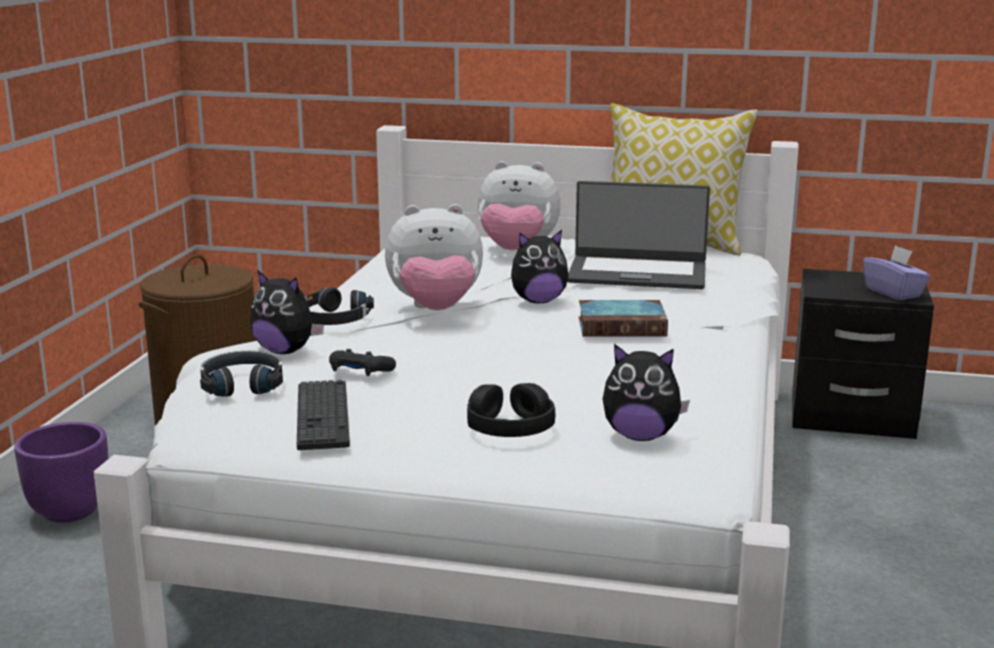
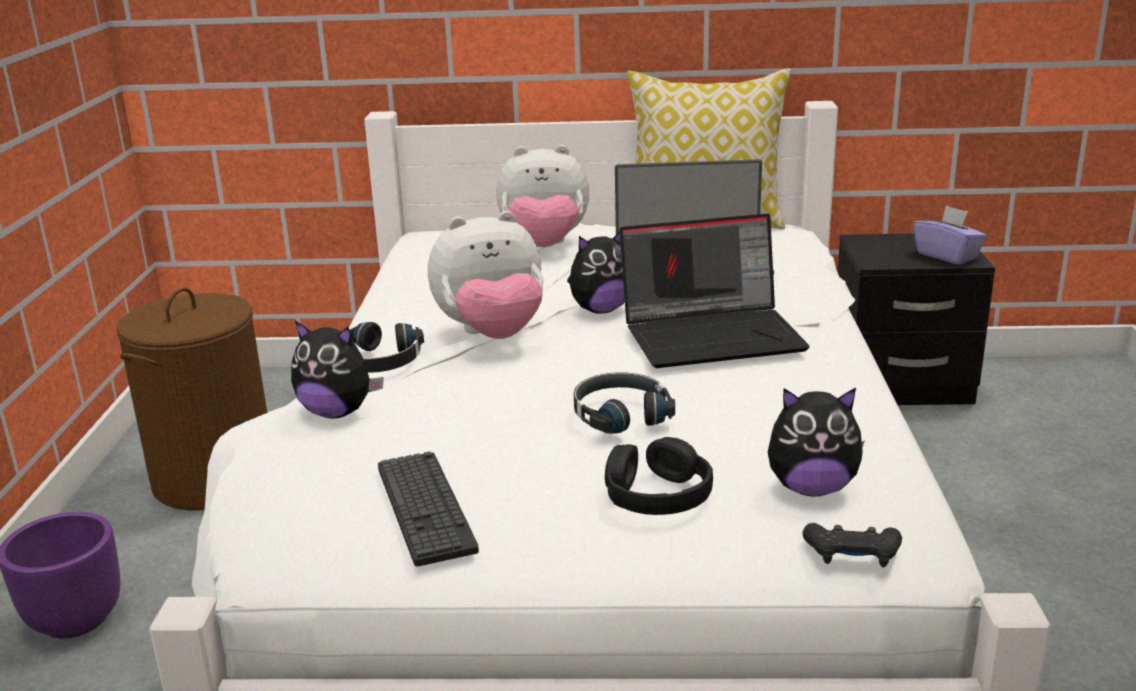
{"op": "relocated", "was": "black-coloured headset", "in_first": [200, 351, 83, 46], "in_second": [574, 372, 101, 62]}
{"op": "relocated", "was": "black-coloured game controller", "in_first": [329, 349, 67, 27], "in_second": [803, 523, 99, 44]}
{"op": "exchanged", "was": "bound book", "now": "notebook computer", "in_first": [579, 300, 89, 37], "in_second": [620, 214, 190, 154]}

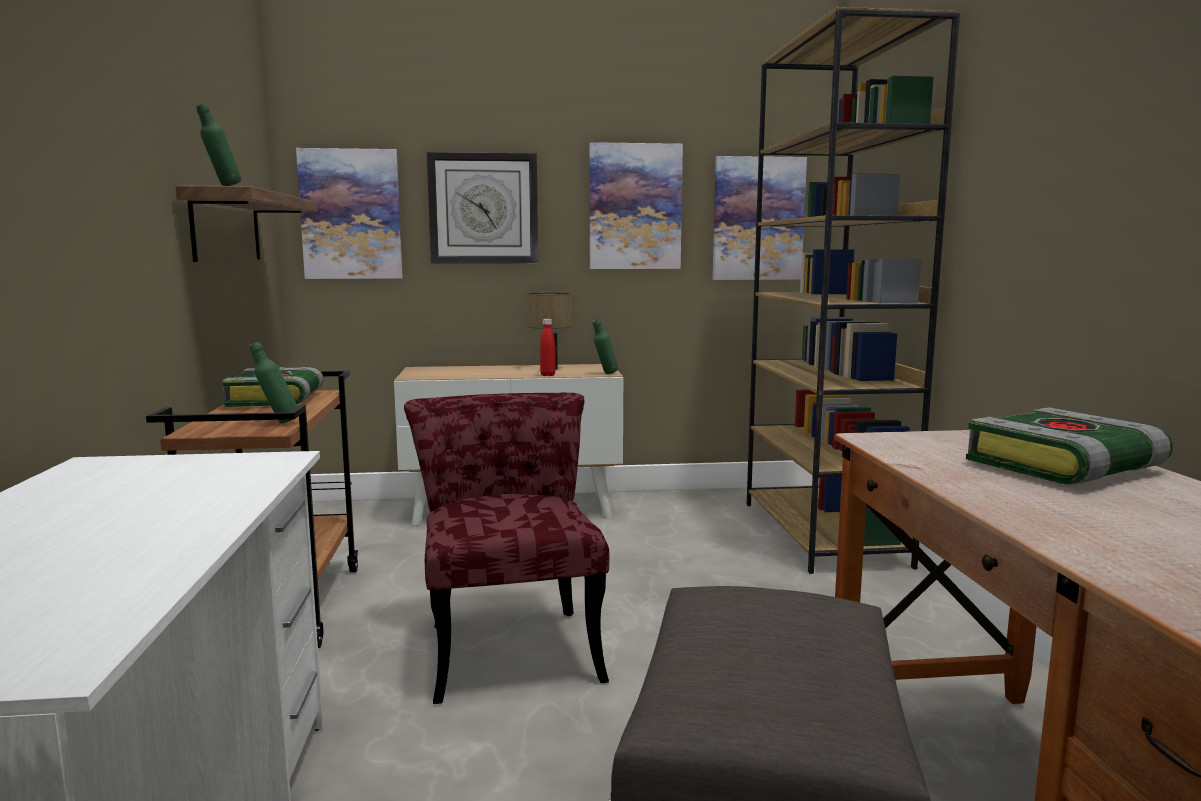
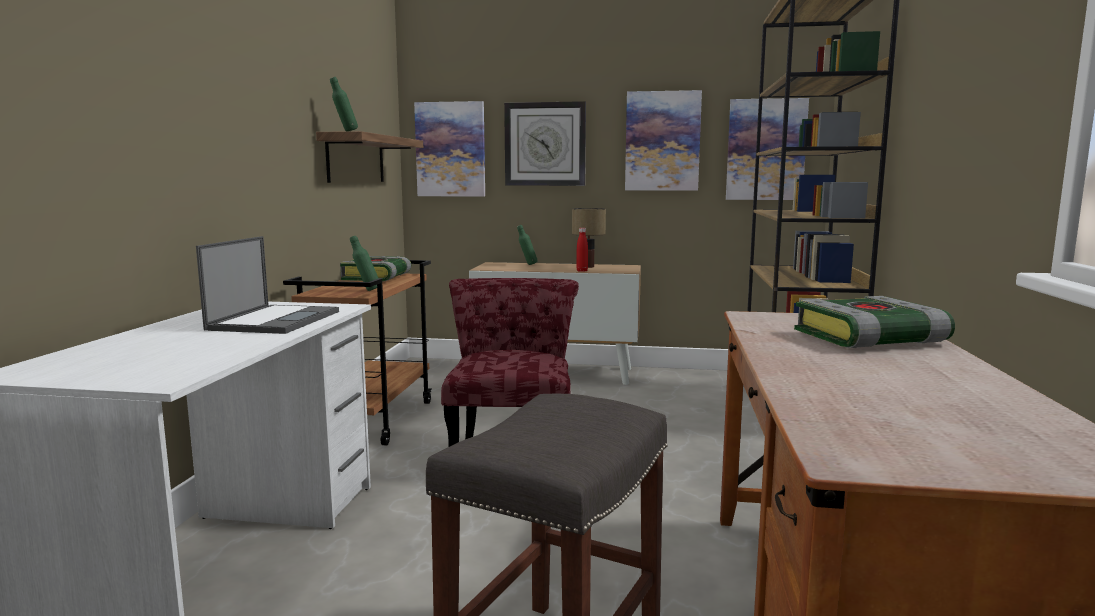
{"op": "appeared", "now": "notebook computer", "in_second": [196, 236, 143, 98]}
{"op": "relocated", "was": "green-coloured beverage bottle", "in_first": [593, 319, 25, 55], "in_second": [517, 225, 20, 40]}

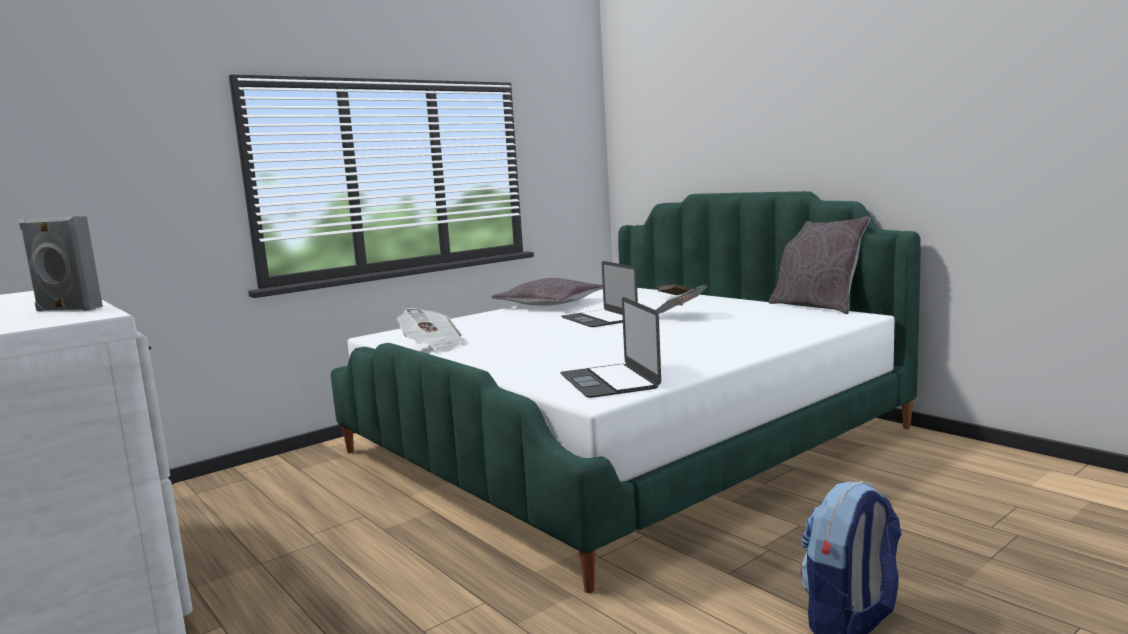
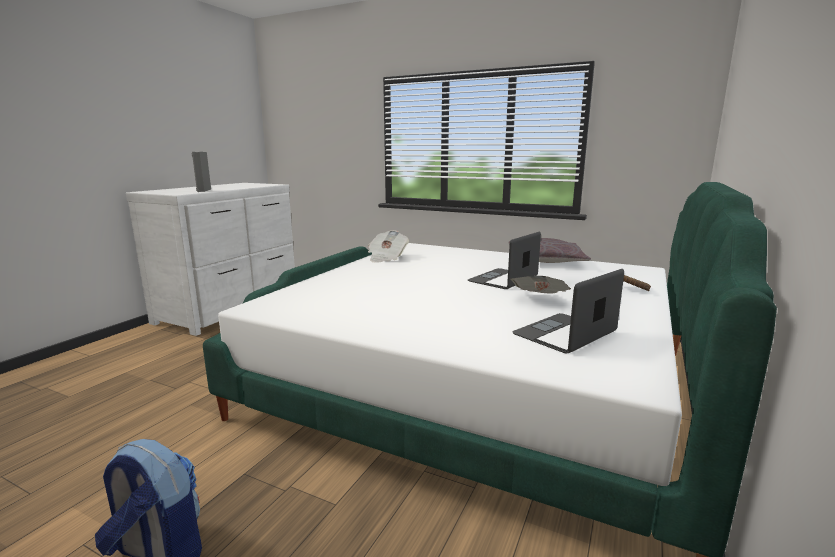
{"op": "missing", "was": "grey throw pillow", "in_first": [769, 216, 102, 98]}
{"op": "relocated", "was": "notebook computer", "in_first": [560, 297, 101, 101], "in_second": [512, 269, 112, 85]}

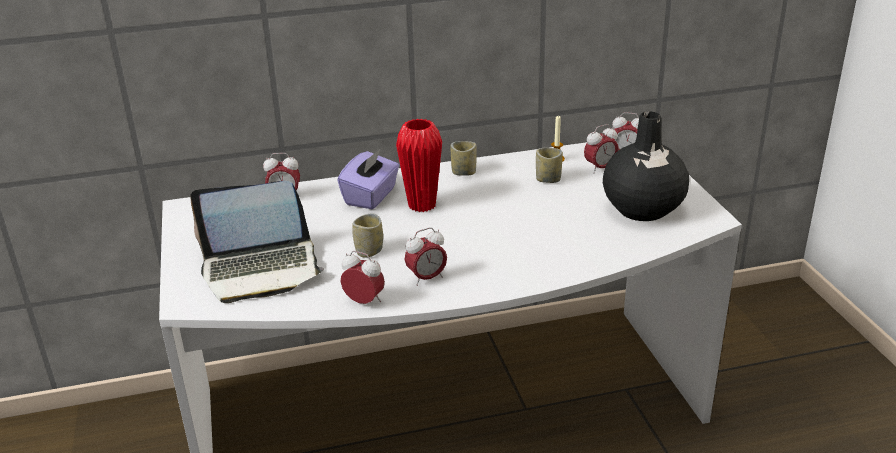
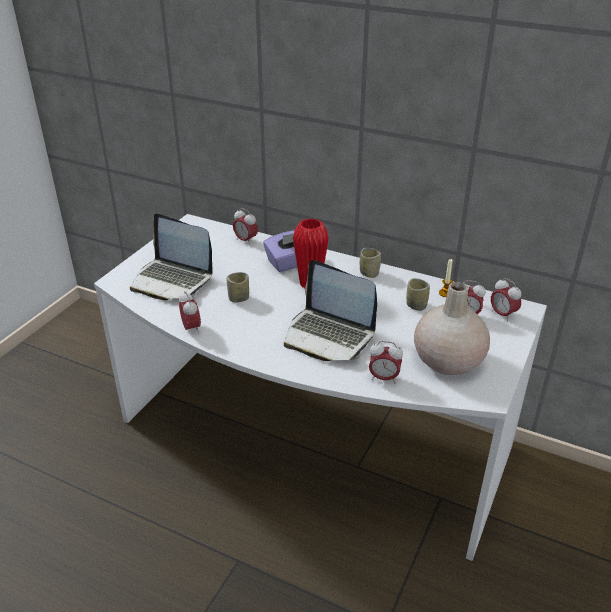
{"op": "appeared", "now": "notebook computer", "in_second": [284, 260, 93, 101]}
{"op": "relocated", "was": "bedside clock", "in_first": [405, 227, 42, 59], "in_second": [369, 341, 34, 42]}
{"op": "colour", "was": "black-coloured vase", "now": "beige-coloured vase", "in_first": [603, 111, 86, 110], "in_second": [414, 282, 76, 93]}

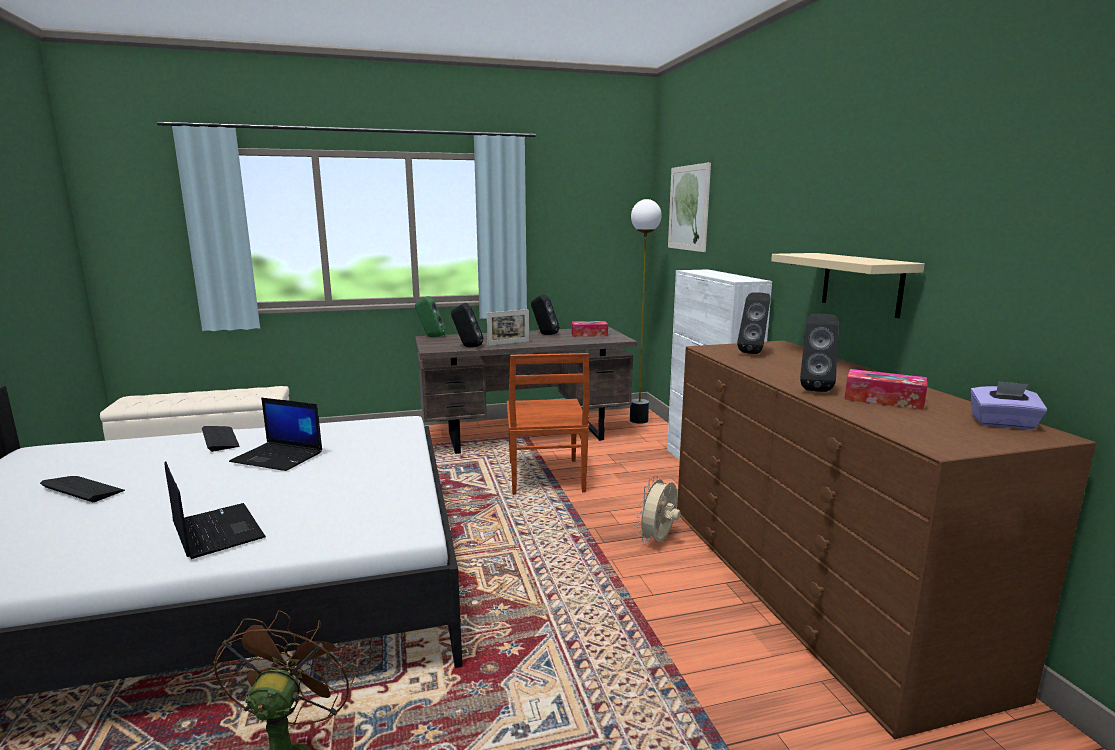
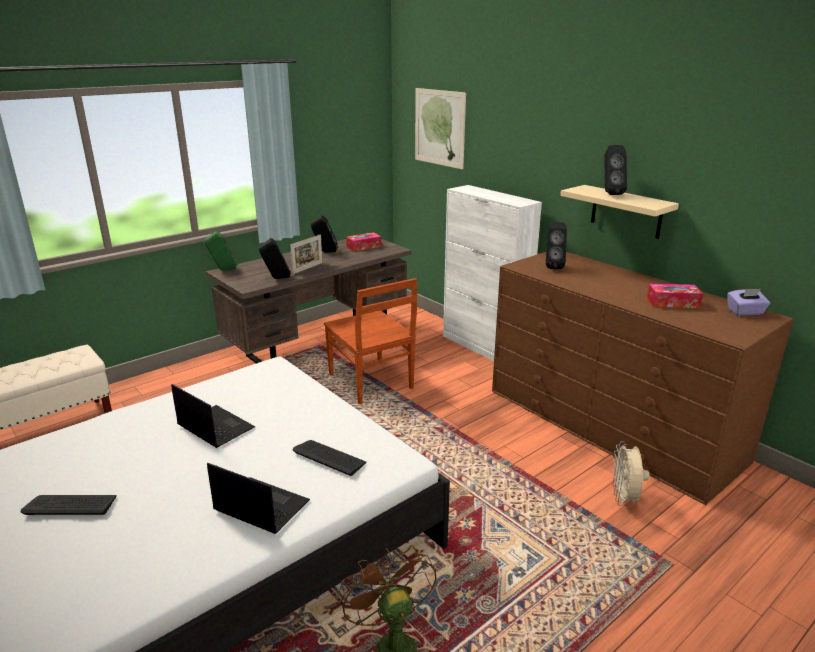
{"op": "missing", "was": "floor lamp", "in_first": [630, 199, 32, 225]}
{"op": "relocated", "was": "computer keyboard", "in_first": [202, 426, 38, 26], "in_second": [292, 440, 75, 36]}
{"op": "relocated", "was": "beige-coloured cooling fan", "in_first": [636, 475, 45, 68], "in_second": [612, 441, 37, 65]}
{"op": "relocated", "was": "black-coloured loudspeaker", "in_first": [800, 314, 39, 78], "in_second": [604, 145, 23, 50]}
{"op": "spun", "was": "notebook computer", "in_first": [229, 398, 93, 73], "in_second": [171, 384, 84, 64], "clockwise": -135}

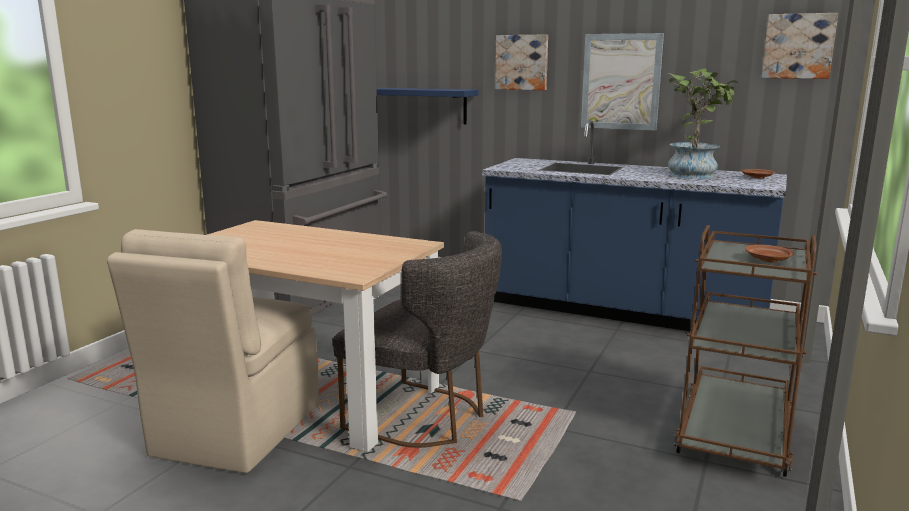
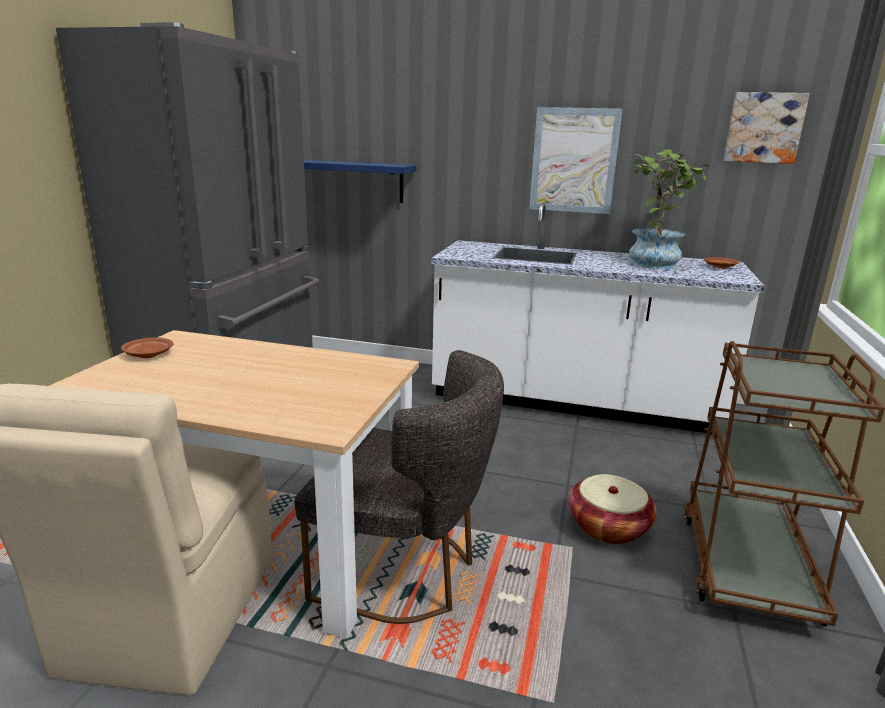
{"op": "missing", "was": "wall art", "in_first": [495, 34, 53, 56]}
{"op": "appeared", "now": "storage basket", "in_second": [568, 474, 89, 70]}
{"op": "relocated", "was": "brown-coloured plate", "in_first": [745, 245, 49, 18], "in_second": [121, 337, 53, 21]}
{"op": "colour", "was": "blue-coloured kitchen counter", "now": "white-coloured kitchen counter", "in_first": [482, 120, 305, 211], "in_second": [431, 202, 333, 232]}

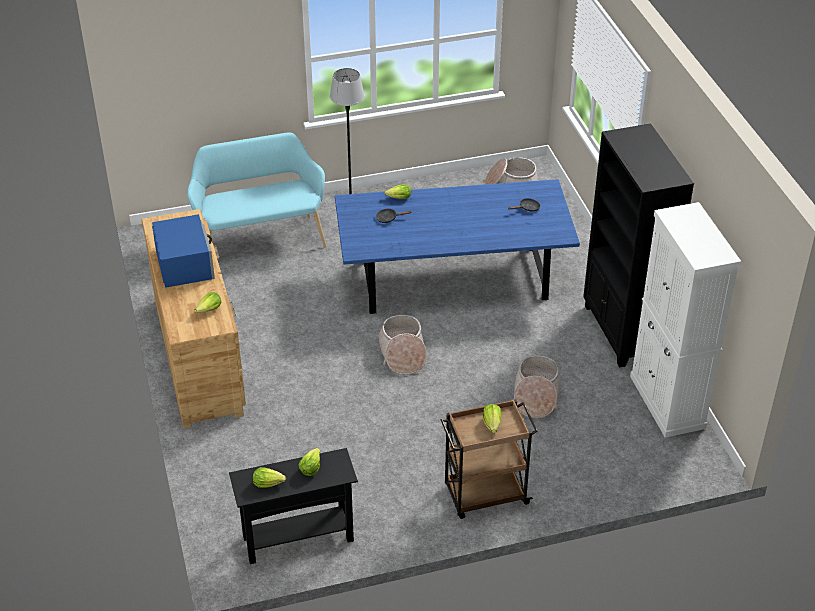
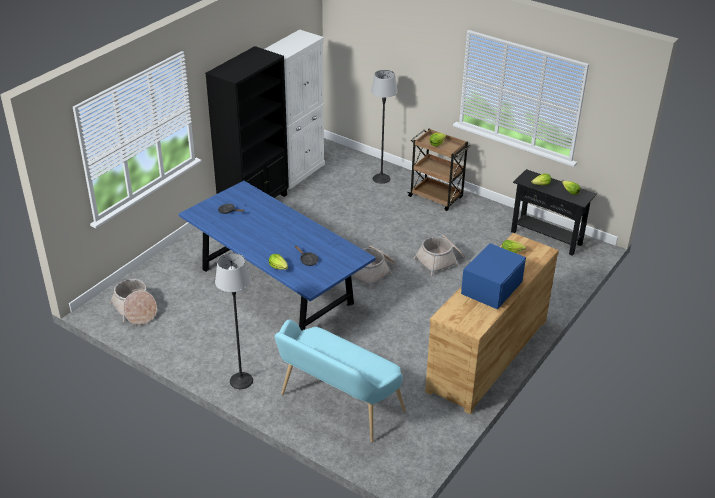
{"op": "appeared", "now": "floor lamp", "in_second": [371, 70, 27, 114]}
{"op": "relocated", "was": "storage basket", "in_first": [514, 355, 47, 63], "in_second": [414, 235, 51, 41]}

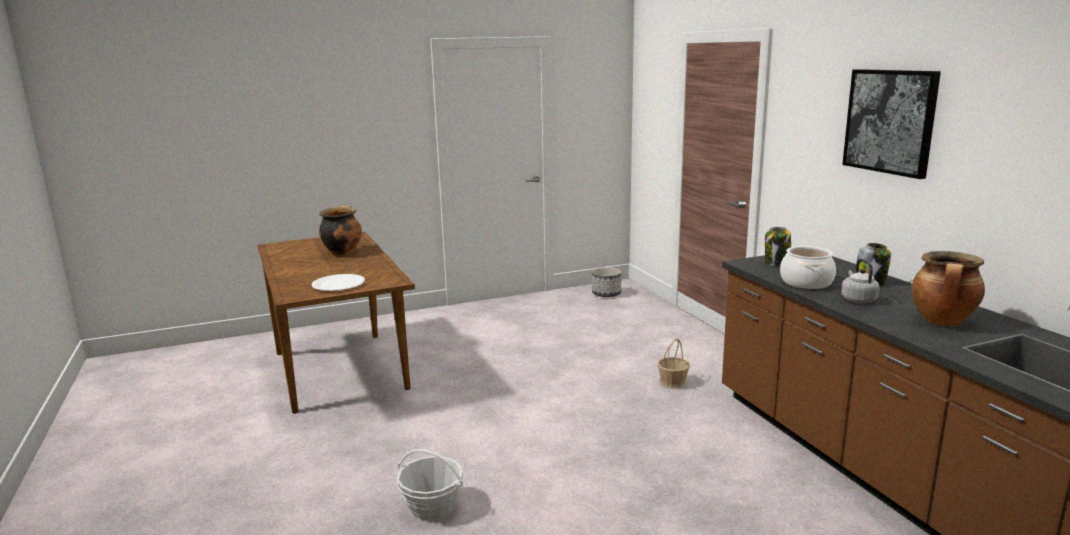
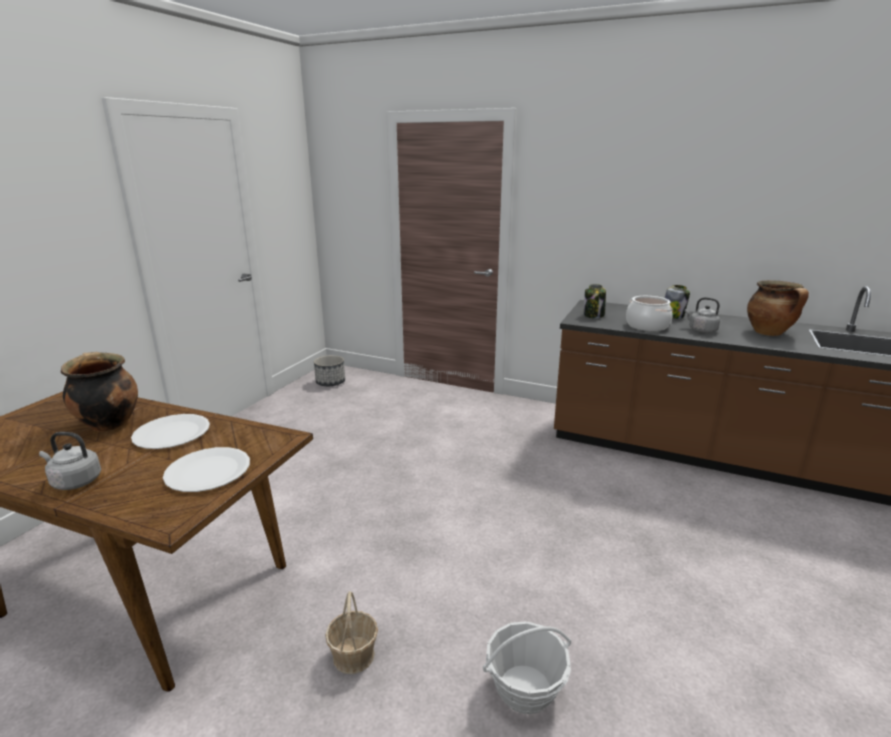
{"op": "missing", "was": "wall art", "in_first": [842, 69, 99, 110]}
{"op": "appeared", "now": "grey water kettle", "in_second": [39, 432, 62, 58]}
{"op": "appeared", "now": "white-coloured plate", "in_second": [131, 414, 79, 35]}
{"op": "relocated", "was": "storage basket", "in_first": [657, 338, 33, 51], "in_second": [325, 591, 53, 83]}

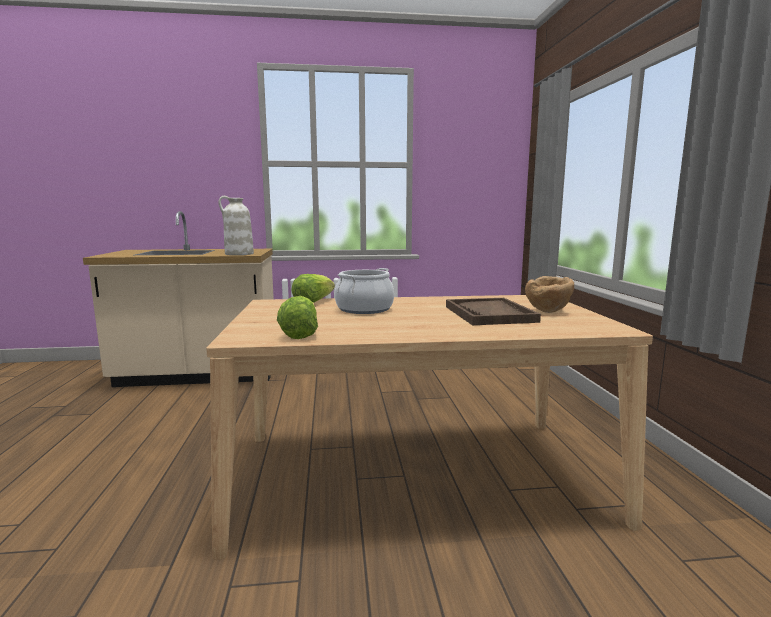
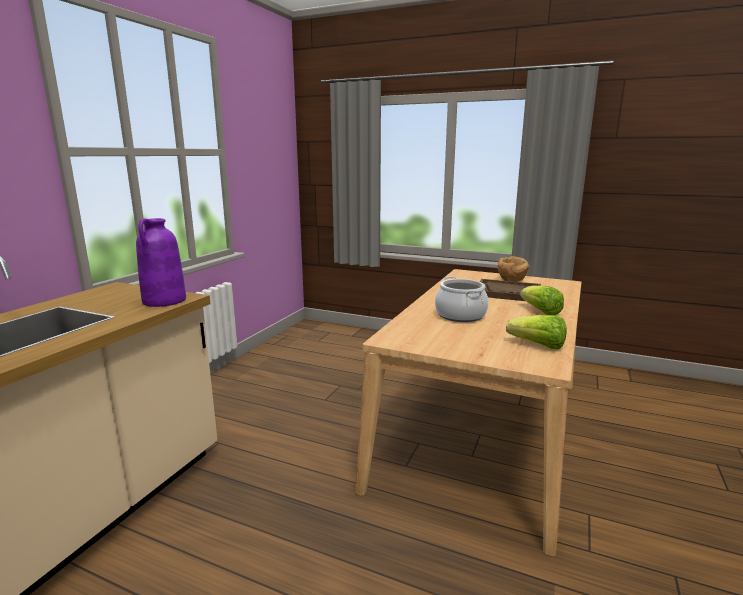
{"op": "relocated", "was": "head of lettuce", "in_first": [291, 274, 44, 29], "in_second": [520, 285, 44, 30]}
{"op": "colour", "was": "white-coloured vase", "now": "purple vase", "in_first": [218, 196, 36, 59], "in_second": [136, 218, 50, 89]}

